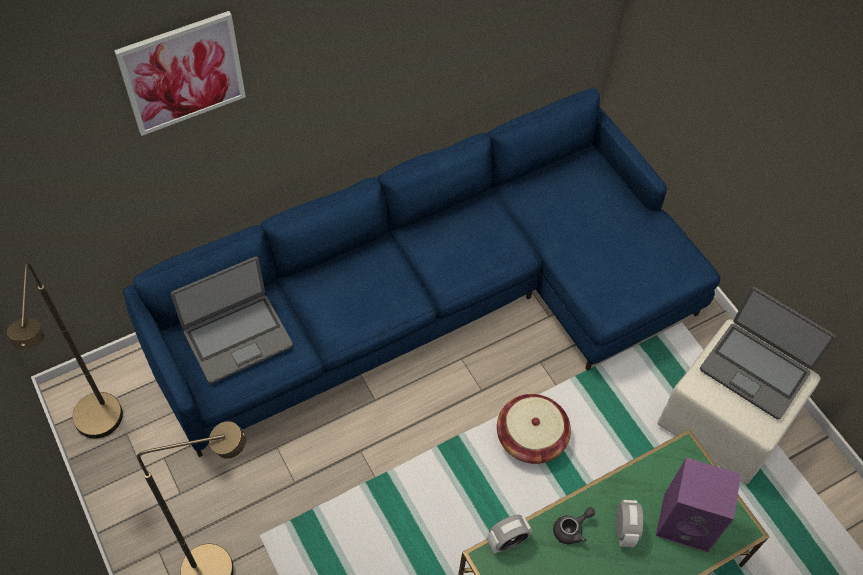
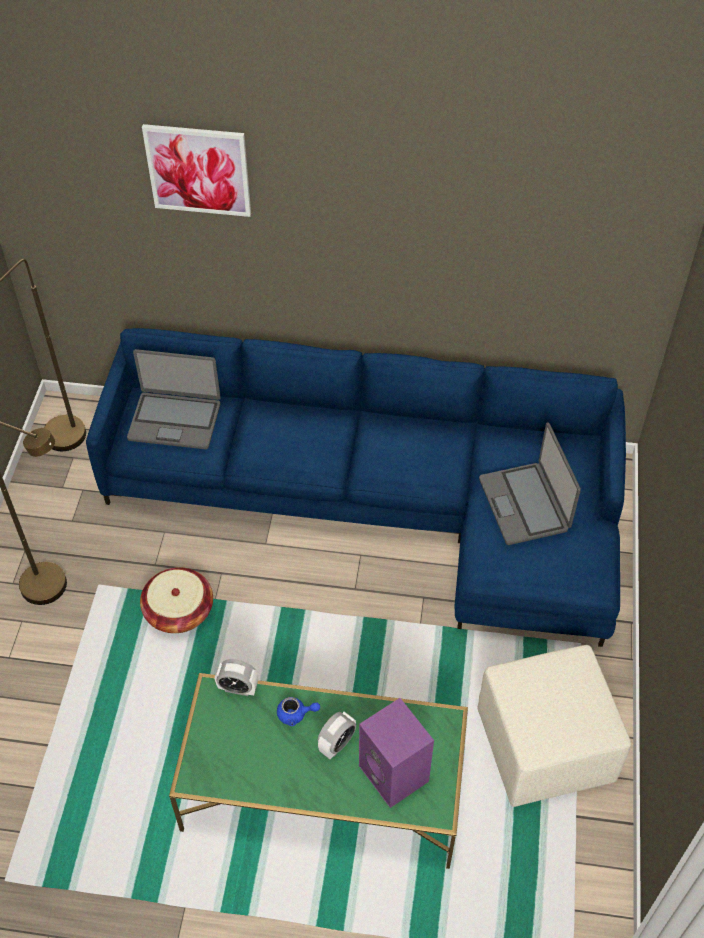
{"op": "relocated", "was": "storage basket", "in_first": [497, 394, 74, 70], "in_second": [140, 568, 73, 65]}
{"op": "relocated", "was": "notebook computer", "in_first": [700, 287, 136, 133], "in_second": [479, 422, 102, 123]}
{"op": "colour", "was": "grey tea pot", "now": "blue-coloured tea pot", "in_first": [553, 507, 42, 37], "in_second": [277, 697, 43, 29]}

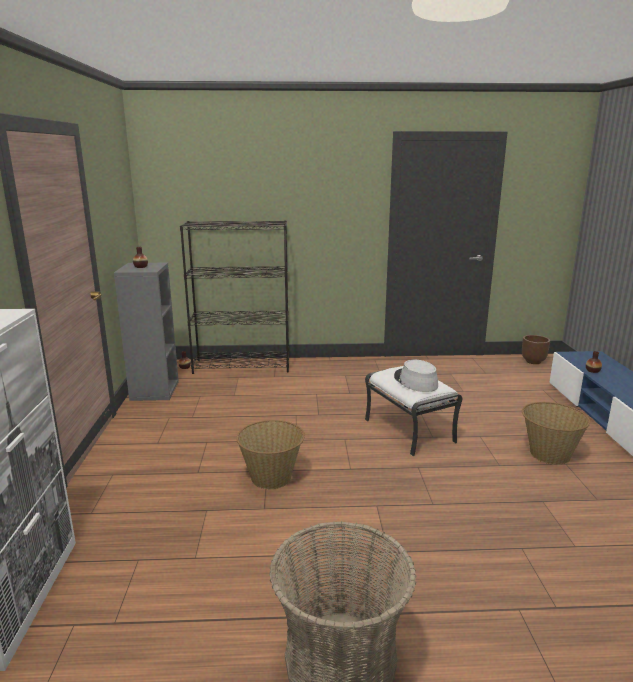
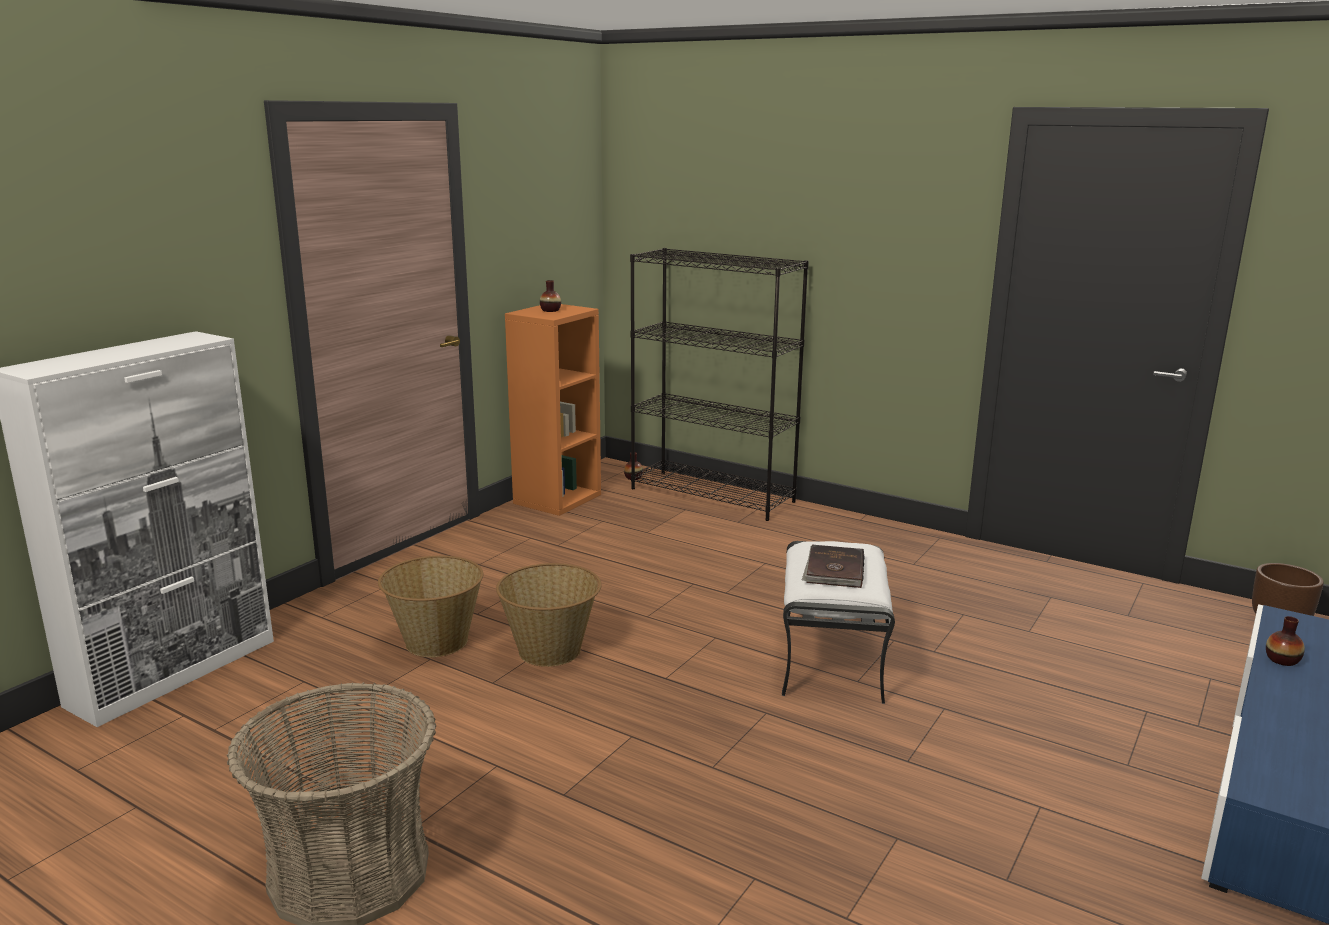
{"op": "relocated", "was": "storage basket", "in_first": [522, 402, 68, 63], "in_second": [378, 556, 105, 101]}
{"op": "exchanged", "was": "grey hat", "now": "brown-coloured bound book", "in_first": [394, 360, 44, 32], "in_second": [802, 545, 63, 43]}
{"op": "colour", "was": "grey bookcase", "now": "orange bookcase", "in_first": [114, 263, 65, 138], "in_second": [505, 304, 96, 212]}

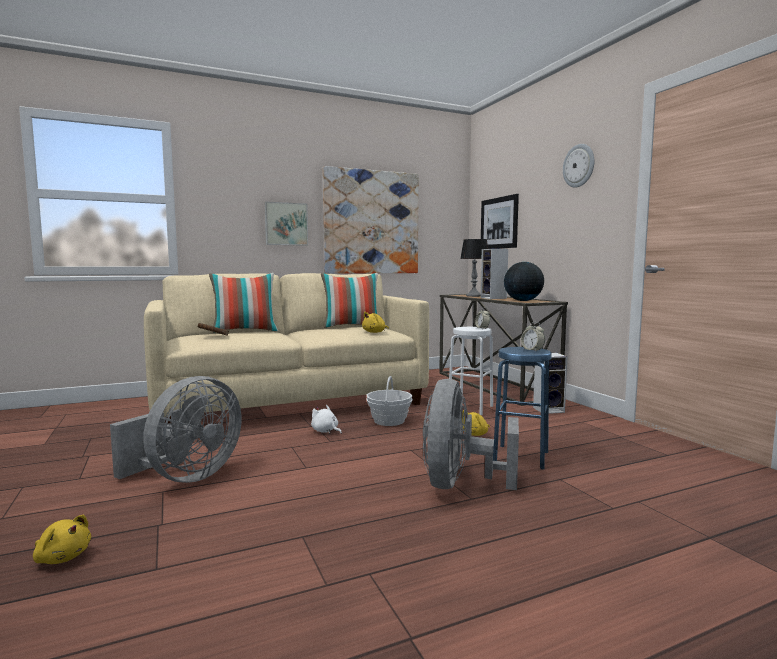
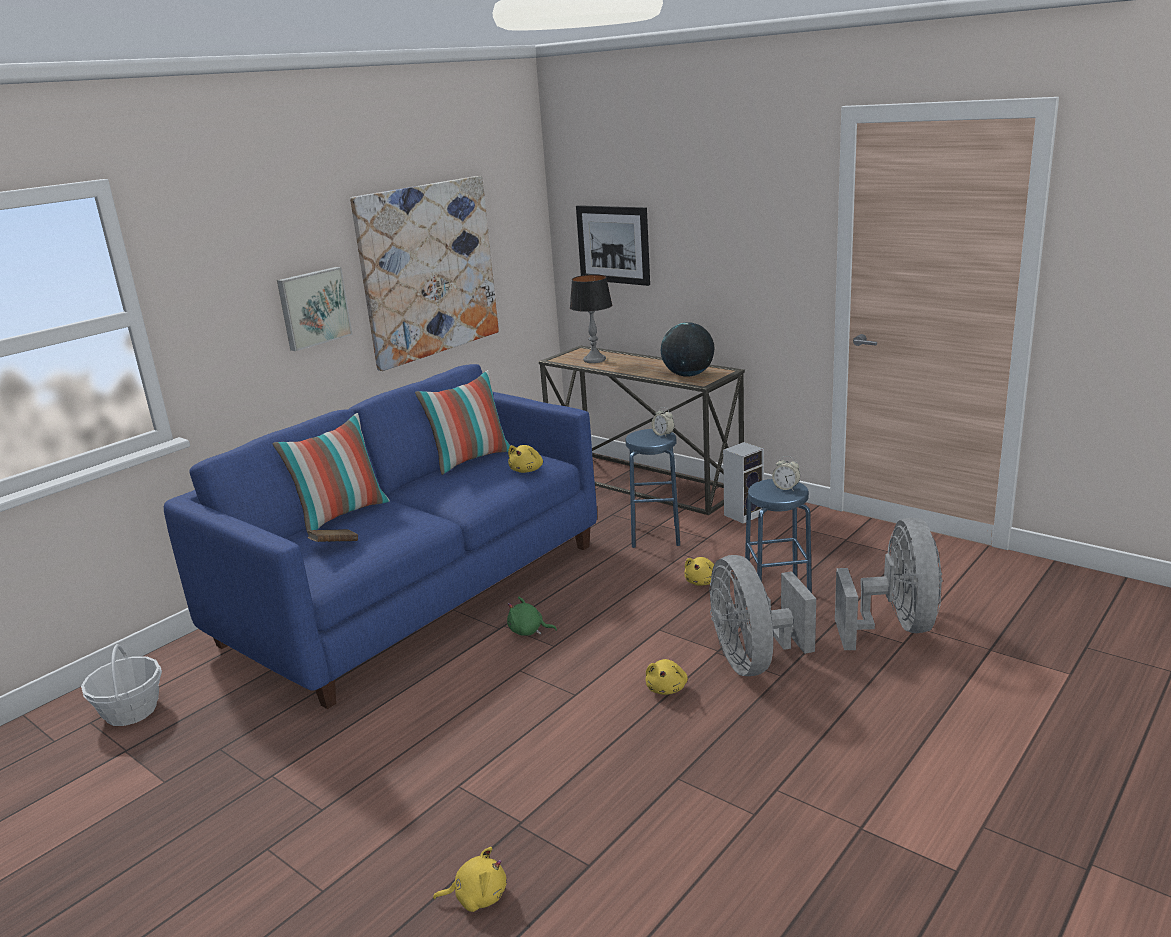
{"op": "missing", "was": "loudspeaker", "in_first": [481, 249, 27, 50]}
{"op": "missing", "was": "wall clock", "in_first": [563, 144, 31, 44]}
{"op": "appeared", "now": "yellow-coloured plush toy", "in_second": [646, 659, 42, 36]}
{"op": "relocated", "was": "grey cooling fan", "in_first": [110, 376, 132, 107], "in_second": [835, 517, 108, 133]}
{"op": "relocated", "was": "storage basket", "in_first": [366, 376, 47, 50], "in_second": [81, 644, 81, 82]}
{"op": "colour", "was": "beige-coloured settee", "now": "blue-coloured settee", "in_first": [144, 273, 285, 151], "in_second": [164, 364, 433, 345]}
{"op": "colour", "was": "white-coloured plush toy", "now": "green-coloured plush toy", "in_first": [311, 405, 31, 29], "in_second": [507, 597, 50, 39]}
{"op": "colour", "was": "white-coloured stool seat", "now": "blue-coloured stool seat", "in_first": [449, 327, 44, 88], "in_second": [626, 429, 54, 119]}

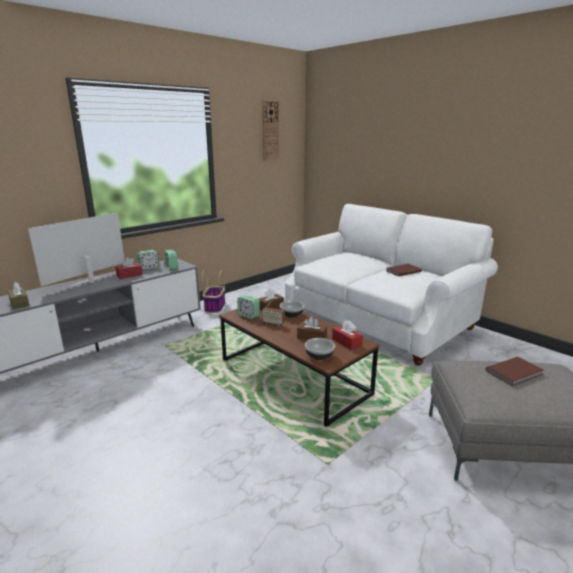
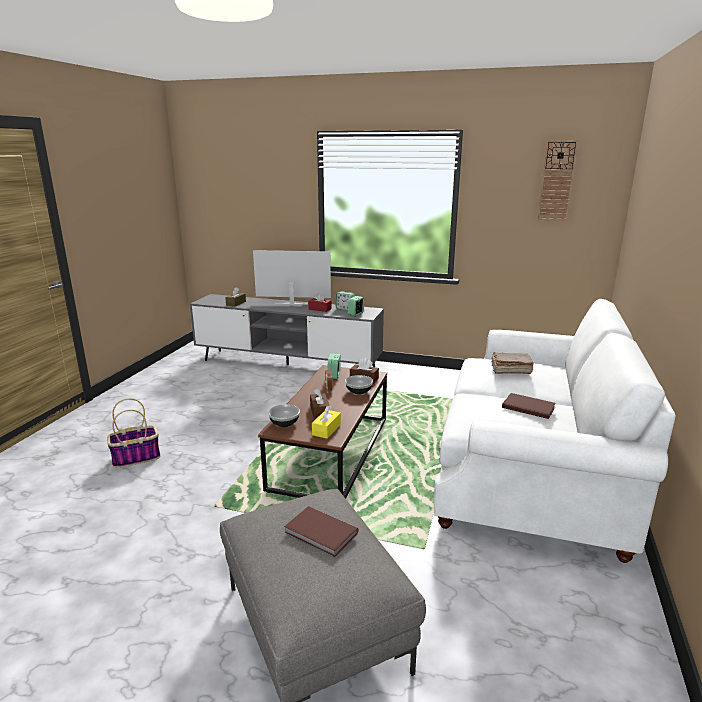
{"op": "appeared", "now": "brown-coloured bound book", "in_second": [491, 353, 43, 21]}
{"op": "relocated", "was": "storage basket", "in_first": [202, 270, 23, 43], "in_second": [107, 398, 54, 70]}
{"op": "colour", "was": "red box of tissues", "now": "yellow-coloured box of tissues", "in_first": [332, 320, 31, 30], "in_second": [312, 405, 29, 34]}

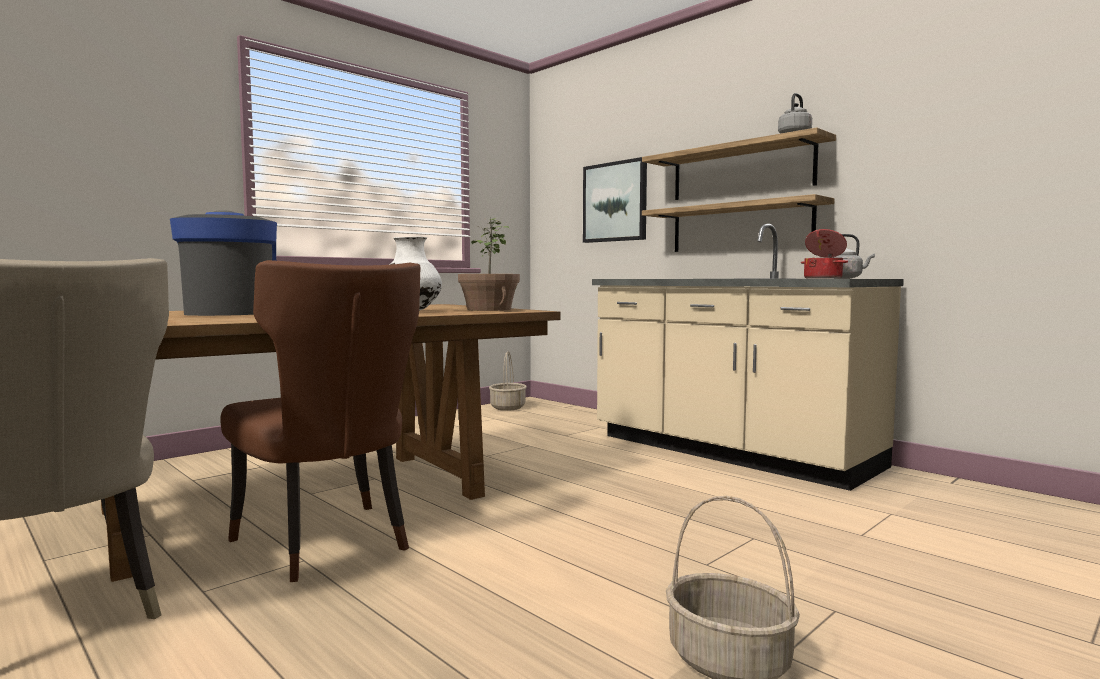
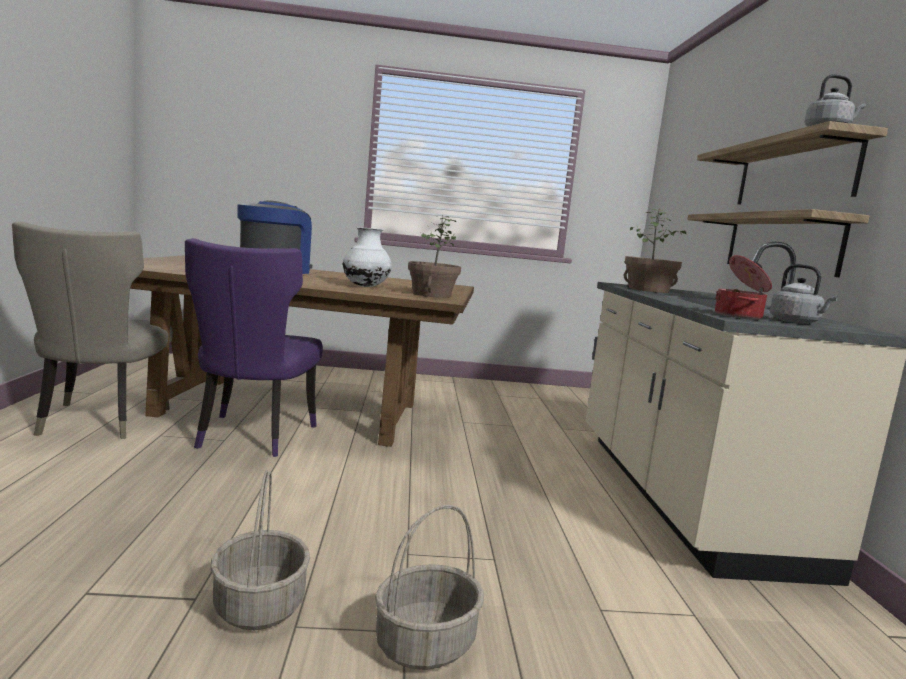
{"op": "missing", "was": "wall art", "in_first": [583, 157, 64, 86]}
{"op": "appeared", "now": "houseplant", "in_second": [624, 208, 62, 85]}
{"op": "relocated", "was": "storage basket", "in_first": [489, 351, 38, 60], "in_second": [375, 505, 109, 165]}
{"op": "colour", "was": "brown-coloured upright chair", "now": "purple upright chair", "in_first": [220, 260, 201, 322], "in_second": [185, 238, 138, 219]}

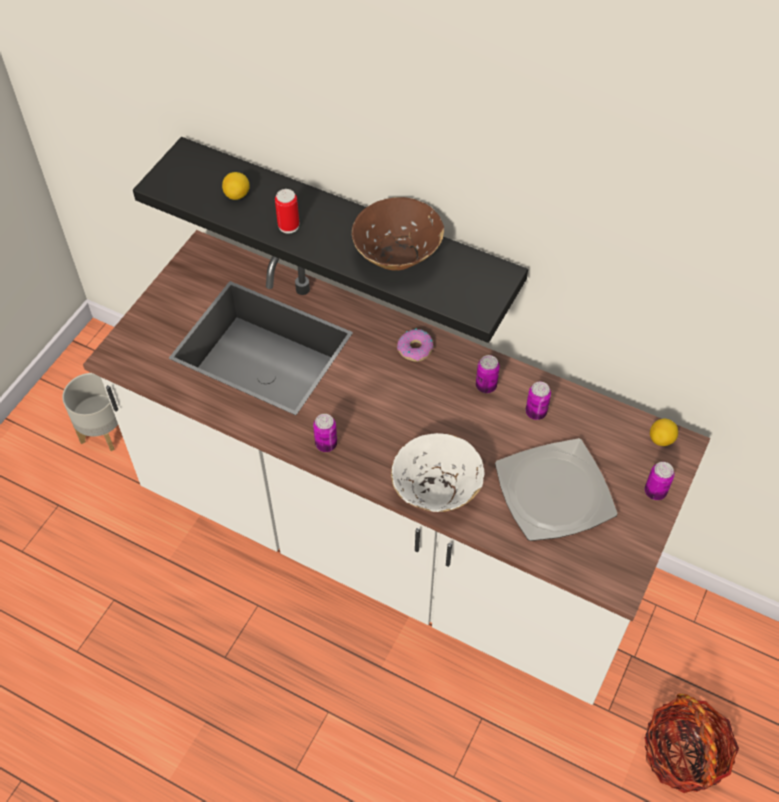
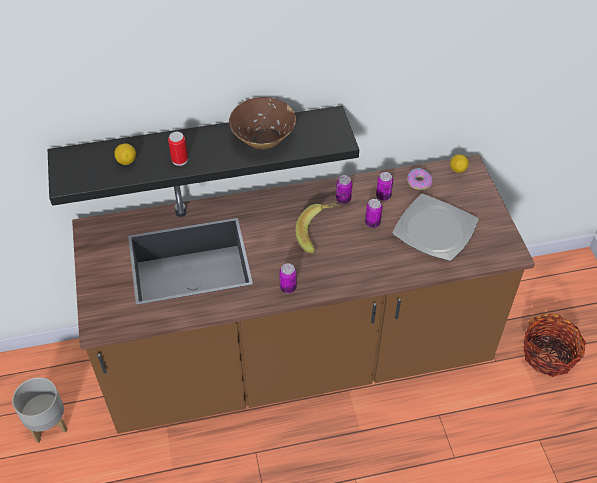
{"op": "missing", "was": "white-coloured deep dish", "in_first": [391, 433, 93, 79]}
{"op": "appeared", "now": "whole banana", "in_second": [296, 202, 44, 52]}
{"op": "relocated", "was": "doughnut", "in_first": [397, 329, 36, 32], "in_second": [407, 168, 26, 22]}
{"op": "relocated", "was": "sealed can", "in_first": [645, 462, 30, 38], "in_second": [365, 199, 17, 29]}
{"op": "colour", "was": "white-coloured kitchen counter", "now": "brown-coloured kitchen counter", "in_first": [83, 230, 628, 475], "in_second": [72, 155, 463, 279]}

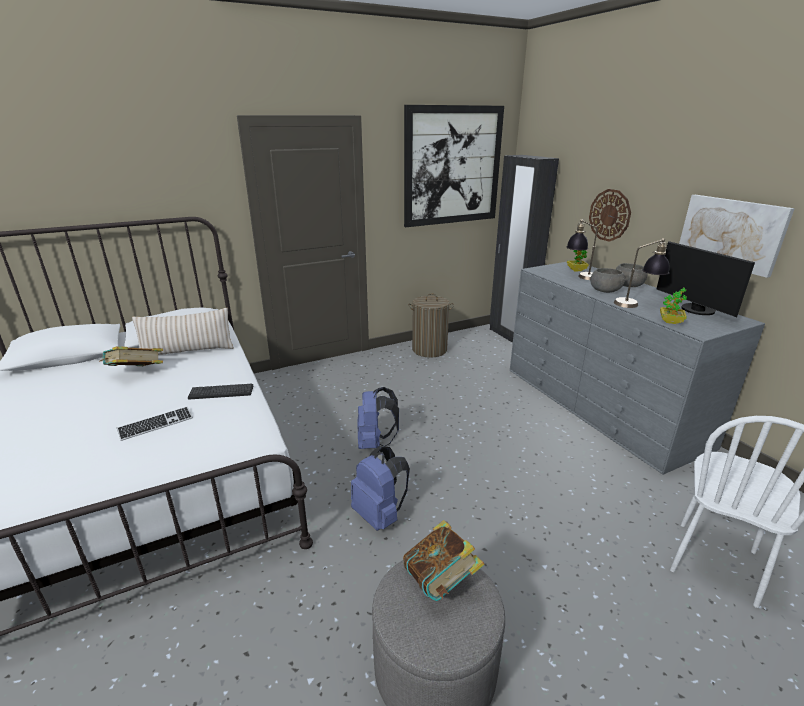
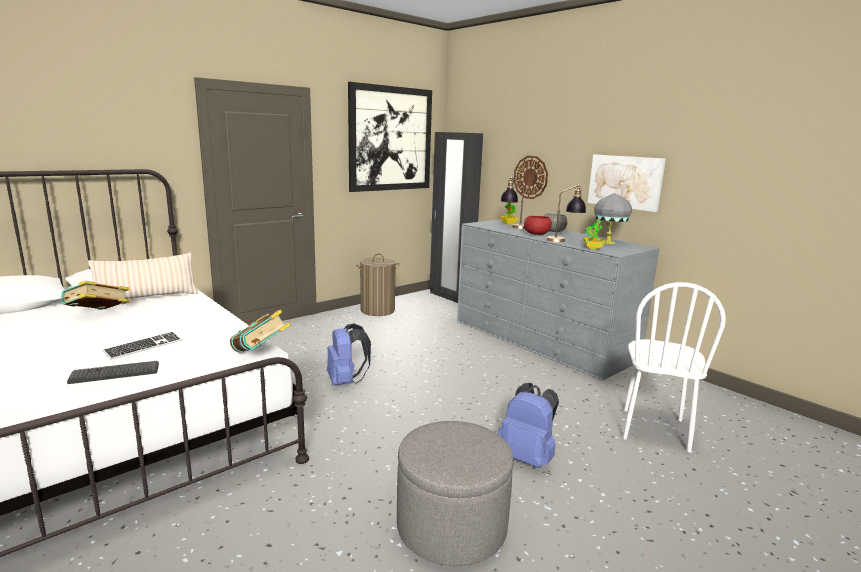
{"op": "relocated", "was": "computer keyboard", "in_first": [188, 384, 65, 16], "in_second": [67, 361, 92, 23]}
{"op": "relocated", "was": "blue-coloured backpack", "in_first": [351, 446, 59, 85], "in_second": [498, 383, 61, 85]}
{"op": "relocated", "was": "bound book", "in_first": [403, 520, 82, 81], "in_second": [230, 310, 61, 42]}
{"op": "exchanged", "was": "computer screen", "now": "grey tabletop lamp", "in_first": [656, 241, 99, 76], "in_second": [594, 193, 38, 51]}
{"op": "colour", "was": "grey deep dish", "now": "red deep dish", "in_first": [590, 268, 35, 25], "in_second": [524, 216, 28, 19]}

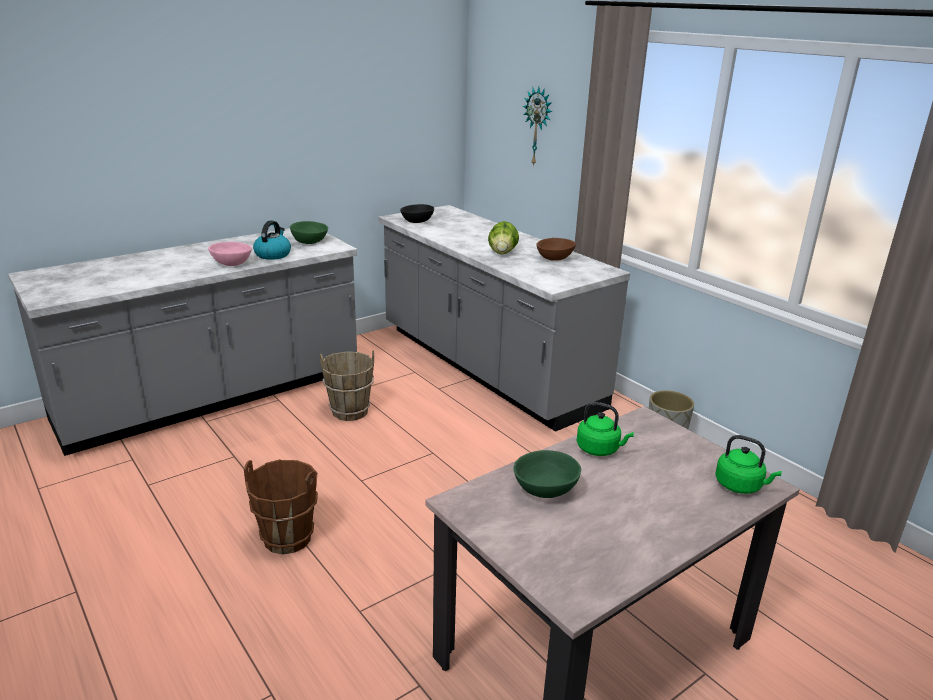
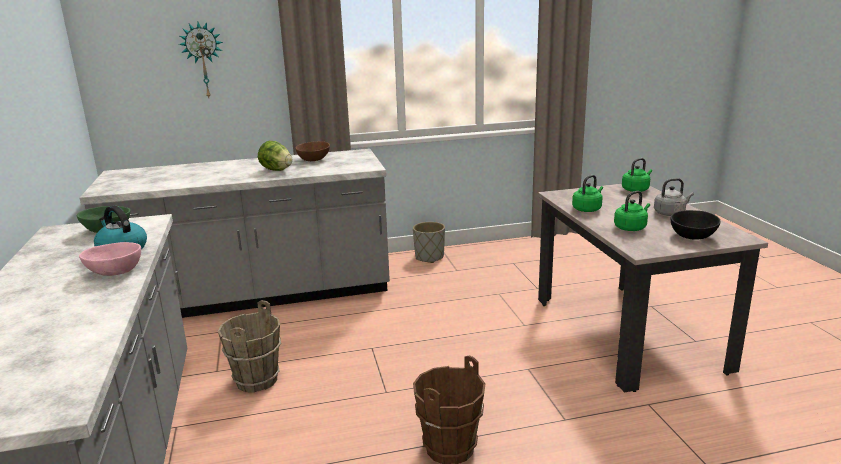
{"op": "appeared", "now": "grey water kettle", "in_second": [654, 178, 40, 38]}
{"op": "relocated", "was": "black-coloured deep dish", "in_first": [400, 204, 34, 19], "in_second": [671, 210, 50, 30]}
{"op": "exchanged", "was": "green-coloured deep dish", "now": "green-coloured water kettle", "in_first": [513, 450, 68, 48], "in_second": [614, 191, 36, 40]}

